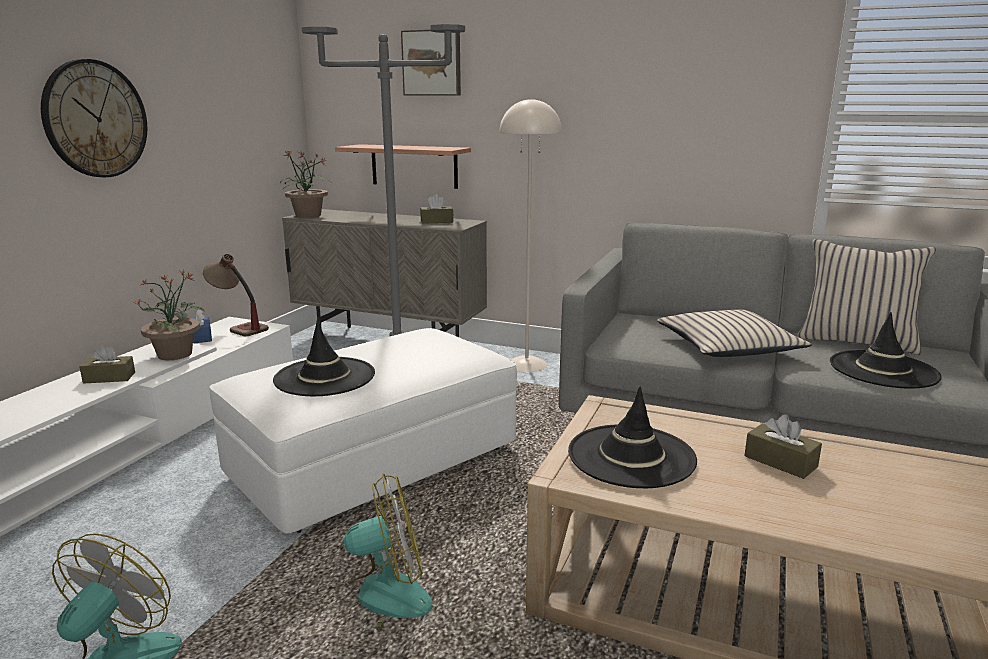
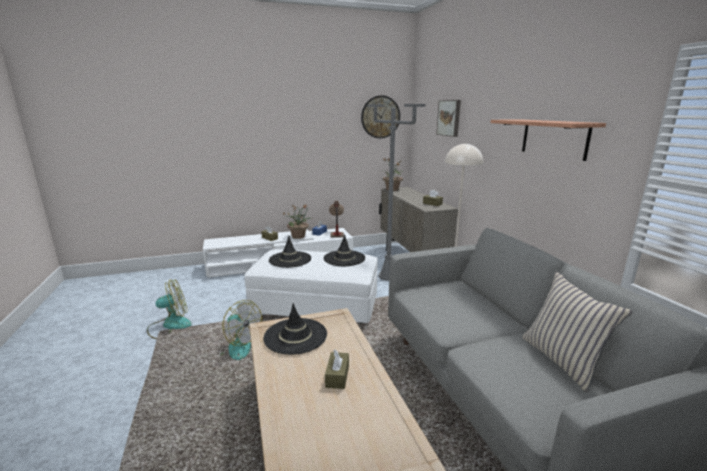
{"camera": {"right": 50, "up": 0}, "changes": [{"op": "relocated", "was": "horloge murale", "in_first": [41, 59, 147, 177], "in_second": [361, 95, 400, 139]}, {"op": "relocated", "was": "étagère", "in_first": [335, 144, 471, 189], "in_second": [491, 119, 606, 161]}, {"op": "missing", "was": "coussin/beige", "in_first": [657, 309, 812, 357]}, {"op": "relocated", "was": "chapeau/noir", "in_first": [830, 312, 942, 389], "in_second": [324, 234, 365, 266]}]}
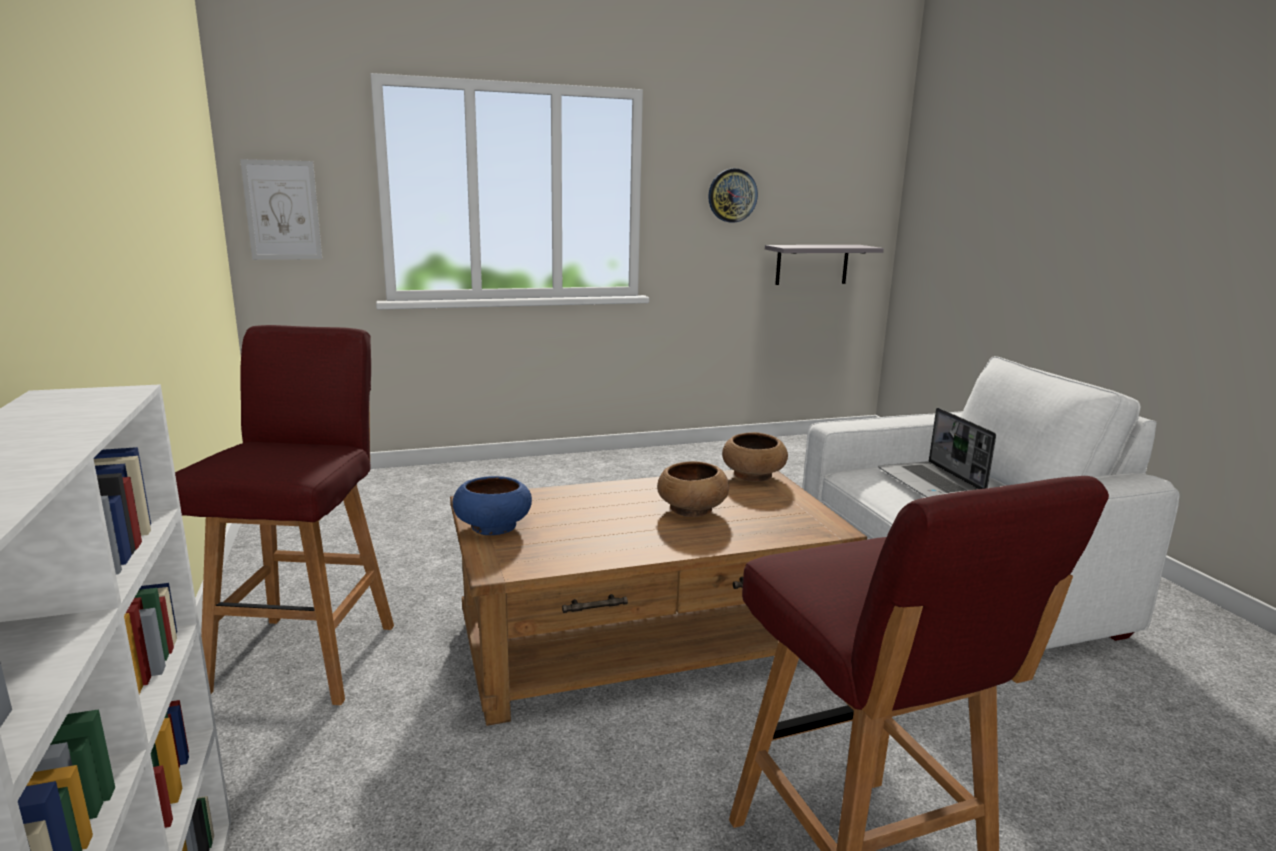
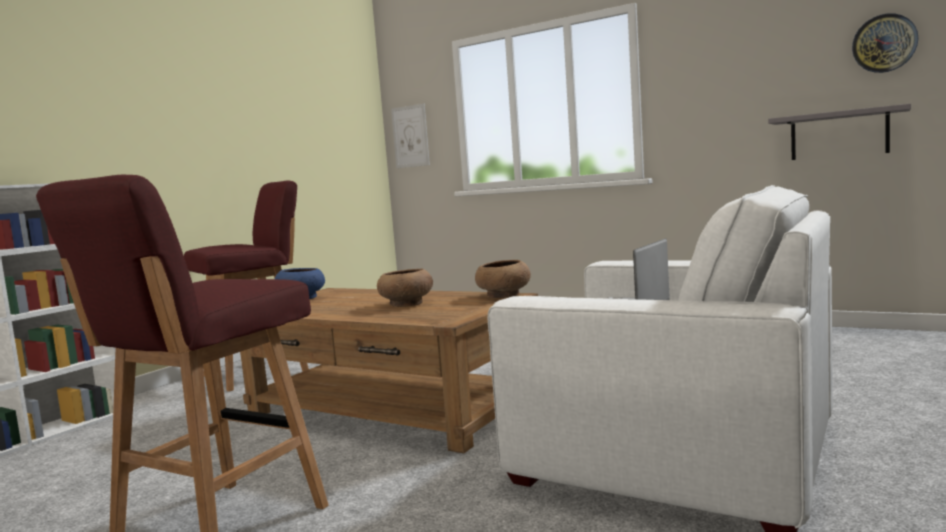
{"camera": {"right": 50, "up": -10}, "changes": [{"op": "relocated", "was": "horloge murale", "in_first": [708, 169, 758, 223], "in_second": [852, 13, 918, 73]}]}
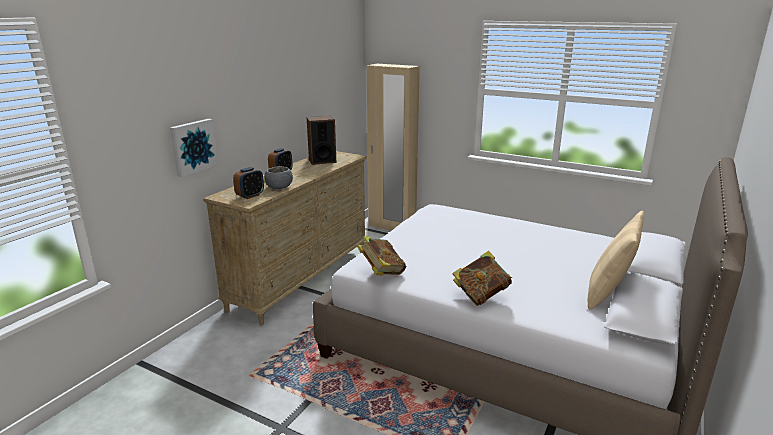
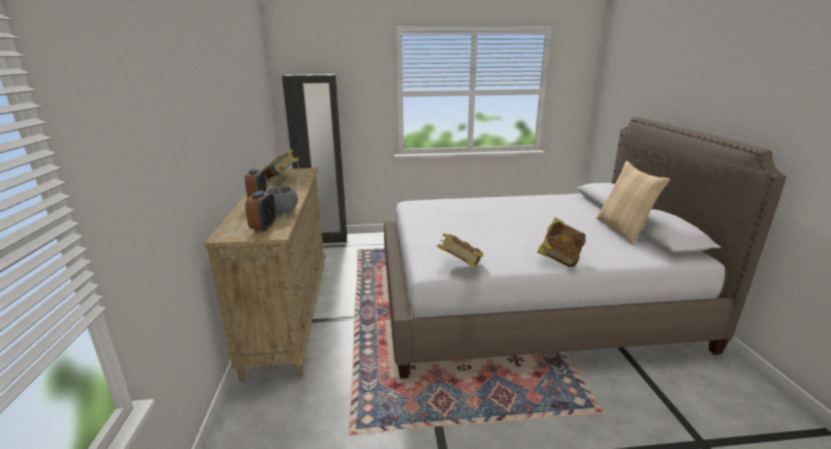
{"camera": {"right": -35, "up": 0}, "changes": [{"op": "colour", "was": "armoire/beige", "now": "armoire/noir", "in_first": [367, 64, 420, 231], "in_second": [282, 74, 347, 243]}, {"op": "exchanged", "was": "enceinte", "now": "livre", "in_first": [307, 116, 336, 165], "in_second": [262, 149, 299, 180]}, {"op": "missing", "was": "tableau", "in_first": [170, 119, 218, 177]}]}
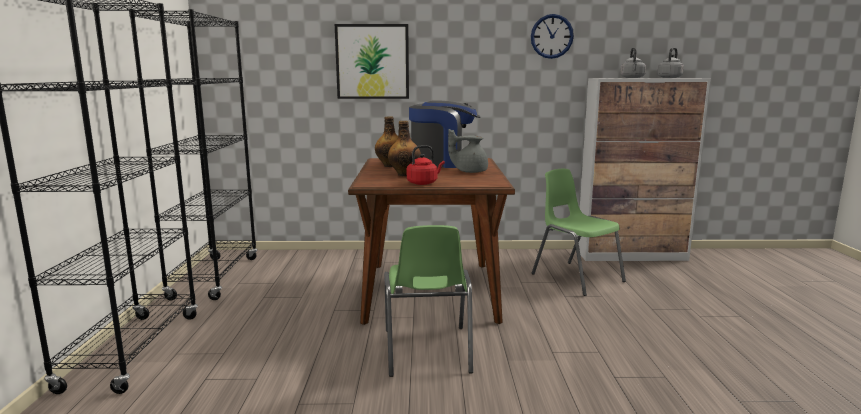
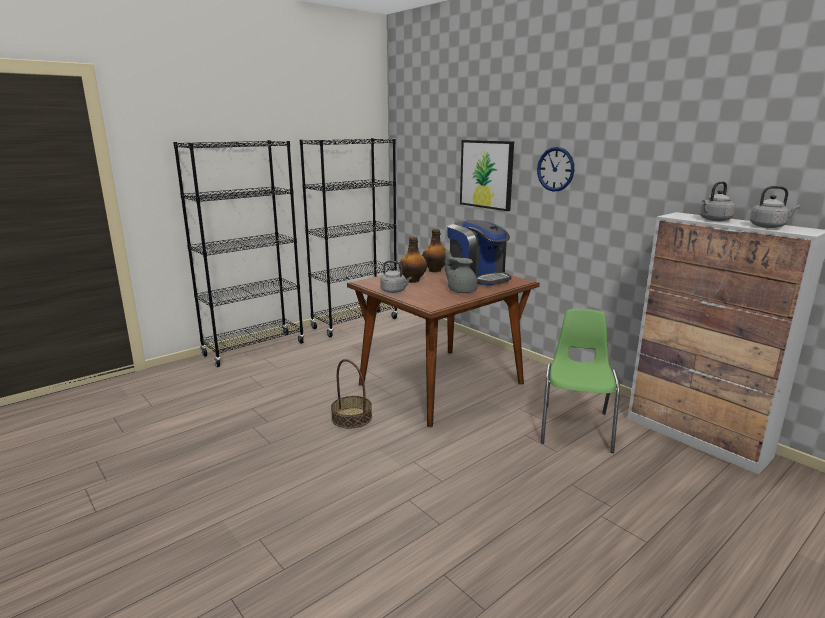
{"camera": {"right": 50, "up": 5}, "changes": [{"op": "relocated", "was": "horloge murale", "in_first": [531, 14, 574, 59], "in_second": [537, 147, 574, 192]}, {"op": "colour", "was": "bouilloire/rouge", "now": "bouilloire/gris", "in_first": [407, 145, 445, 185], "in_second": [380, 261, 412, 293]}, {"op": "exchanged", "was": "chaise/vert", "now": "panier", "in_first": [384, 225, 473, 377], "in_second": [331, 359, 372, 428]}]}
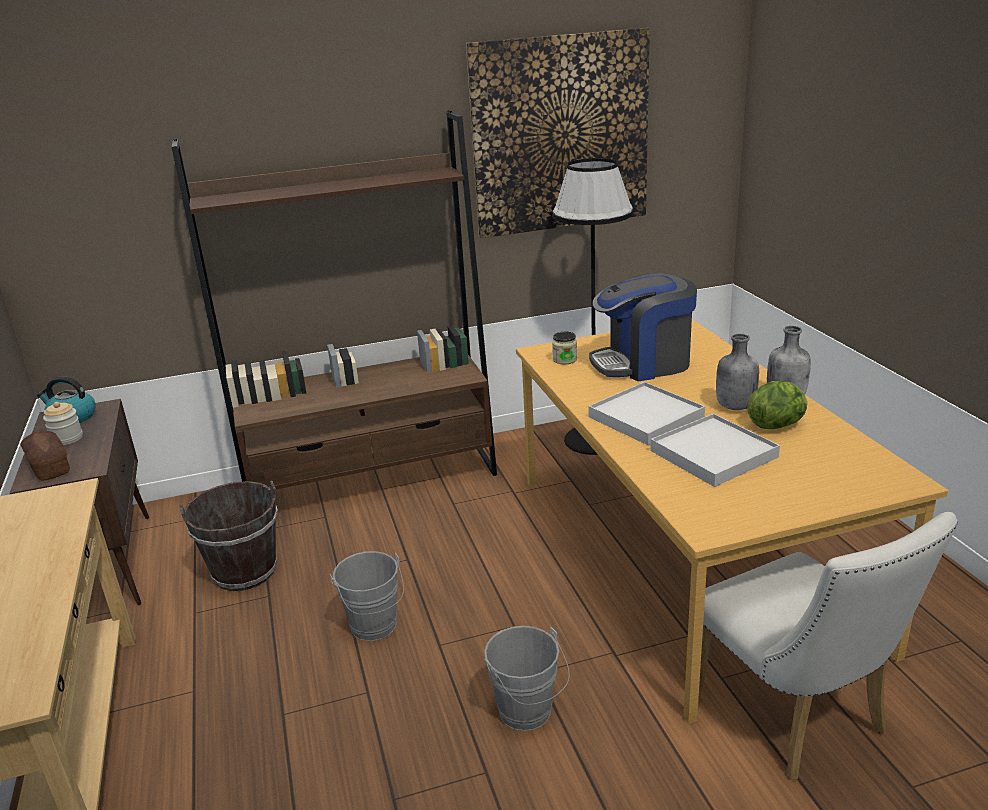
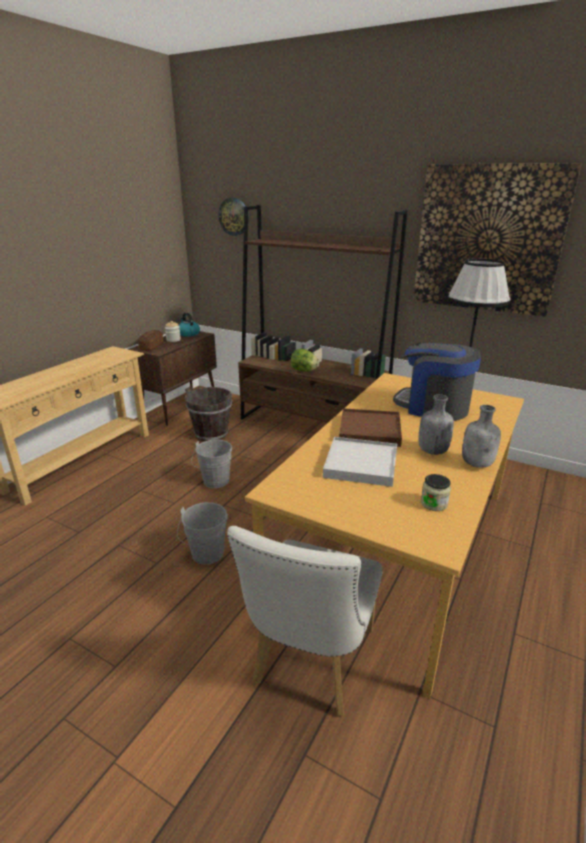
{"camera": {"right": 45, "up": 0}, "changes": [{"op": "relocated", "was": "bocal", "in_first": [552, 332, 577, 364], "in_second": [421, 474, 451, 511]}, {"op": "relocated", "was": "laitue", "in_first": [747, 381, 807, 429], "in_second": [291, 349, 319, 372]}, {"op": "colour", "was": "plateau/blanc", "now": "plateau/marron", "in_first": [588, 382, 705, 445], "in_second": [339, 408, 402, 447]}, {"op": "appeared", "now": "horloge murale", "in_second": [218, 198, 249, 236]}]}
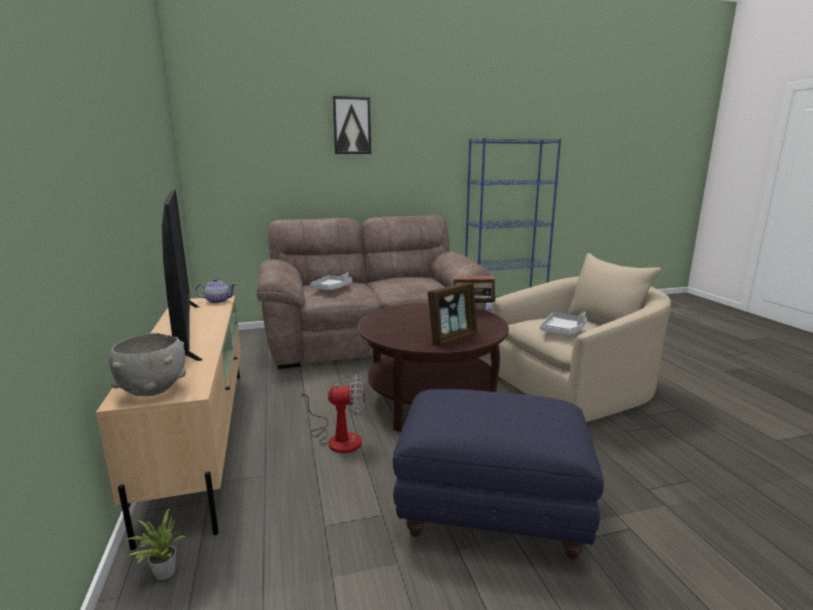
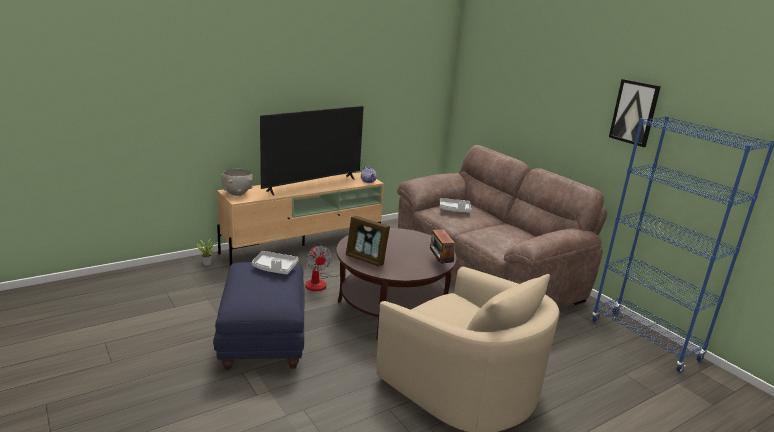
{"camera": {"right": 70, "up": 5}, "changes": [{"op": "relocated", "was": "tableau", "in_first": [332, 96, 371, 154], "in_second": [609, 79, 661, 147]}, {"op": "relocated", "was": "plateau/gris", "in_first": [540, 312, 587, 335], "in_second": [252, 251, 299, 274]}]}
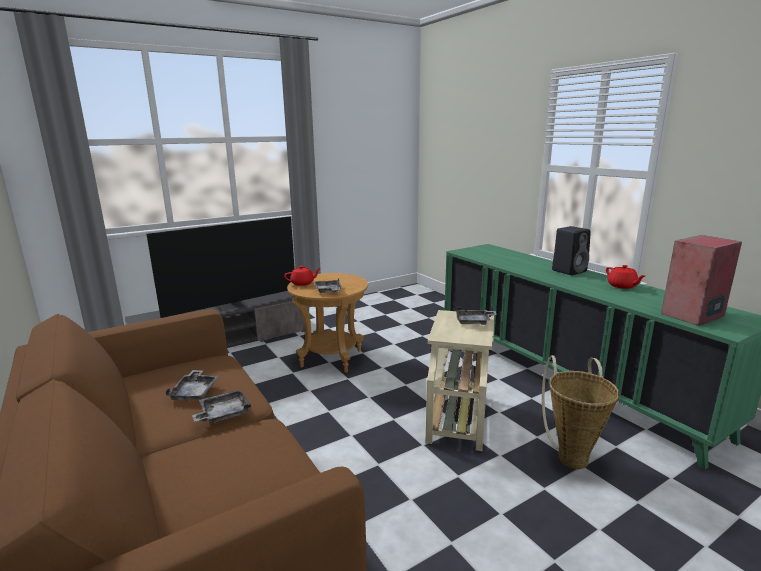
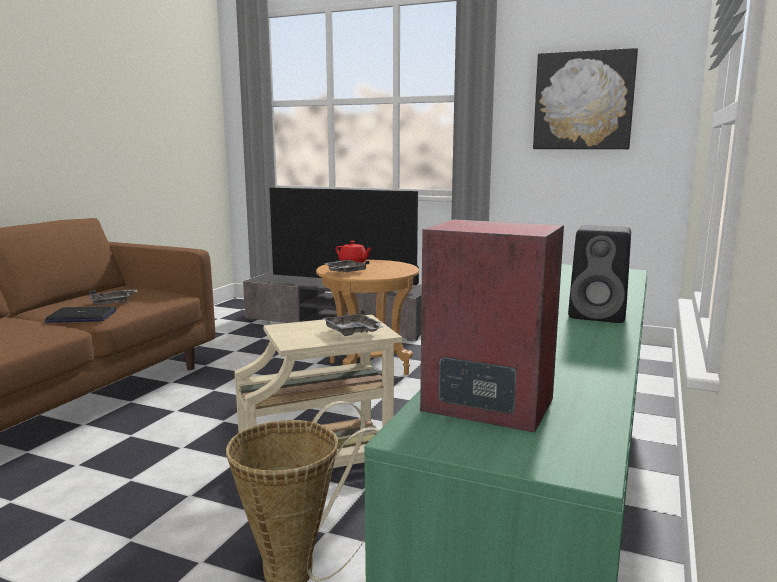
{"camera": {"right": 55, "up": -5}, "changes": [{"op": "missing", "was": "théière/rouge", "in_first": [606, 265, 645, 289]}, {"op": "exchanged", "was": "plateau/gris", "now": "ordinateur portable", "in_first": [192, 389, 251, 423], "in_second": [44, 306, 116, 323]}, {"op": "appeared", "now": "tableau", "in_second": [533, 48, 638, 149]}]}
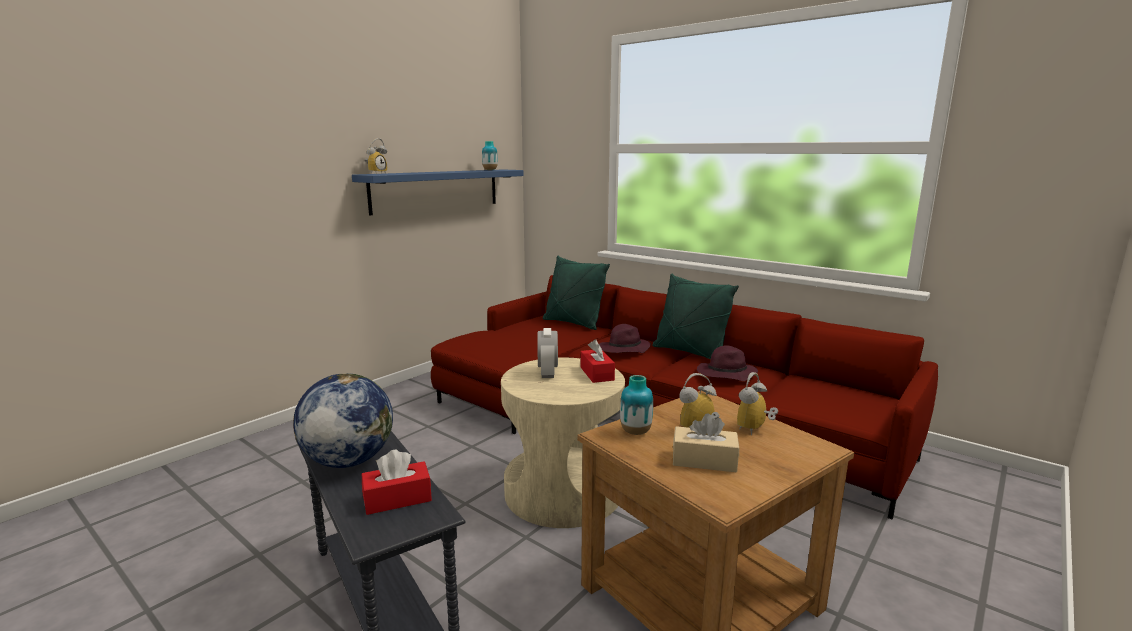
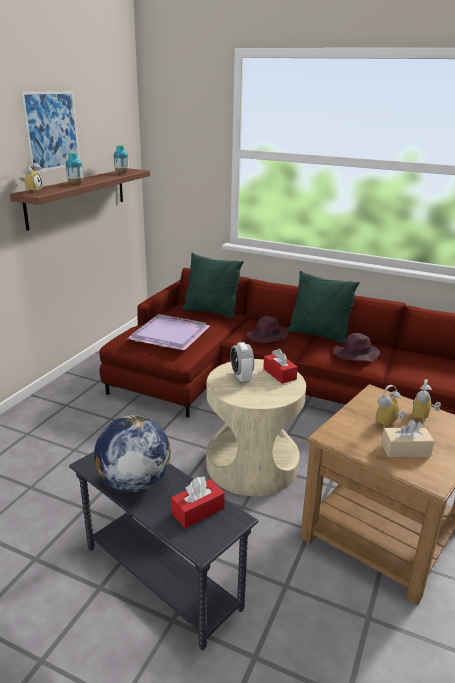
{"camera": {"right": -15, "up": 10}, "changes": [{"op": "colour", "was": "étagère/bleu", "now": "étagère/marron", "in_first": [352, 169, 524, 215], "in_second": [10, 169, 150, 231]}, {"op": "relocated", "was": "vase", "in_first": [620, 375, 653, 435], "in_second": [66, 153, 83, 184]}, {"op": "appeared", "now": "tableau", "in_second": [20, 91, 80, 172]}, {"op": "appeared", "now": "plateau/violet", "in_second": [127, 314, 210, 351]}]}
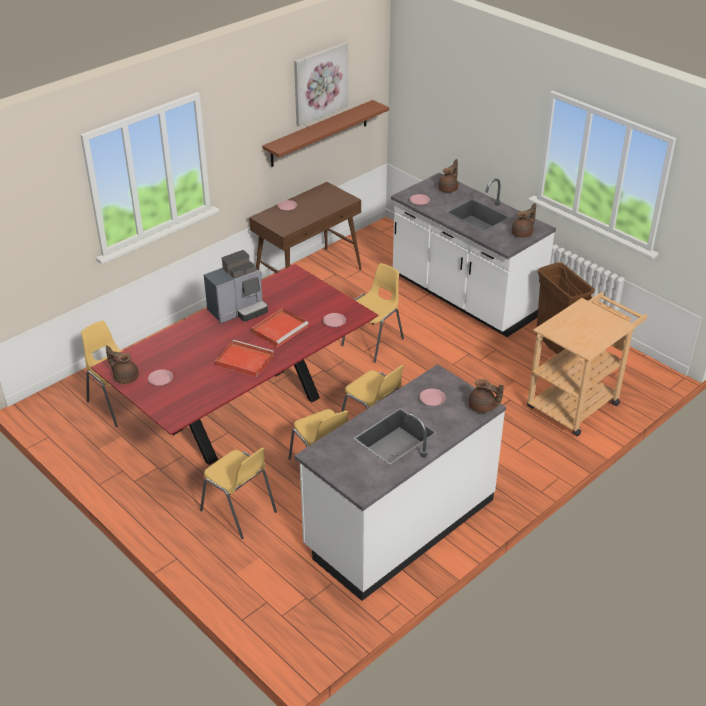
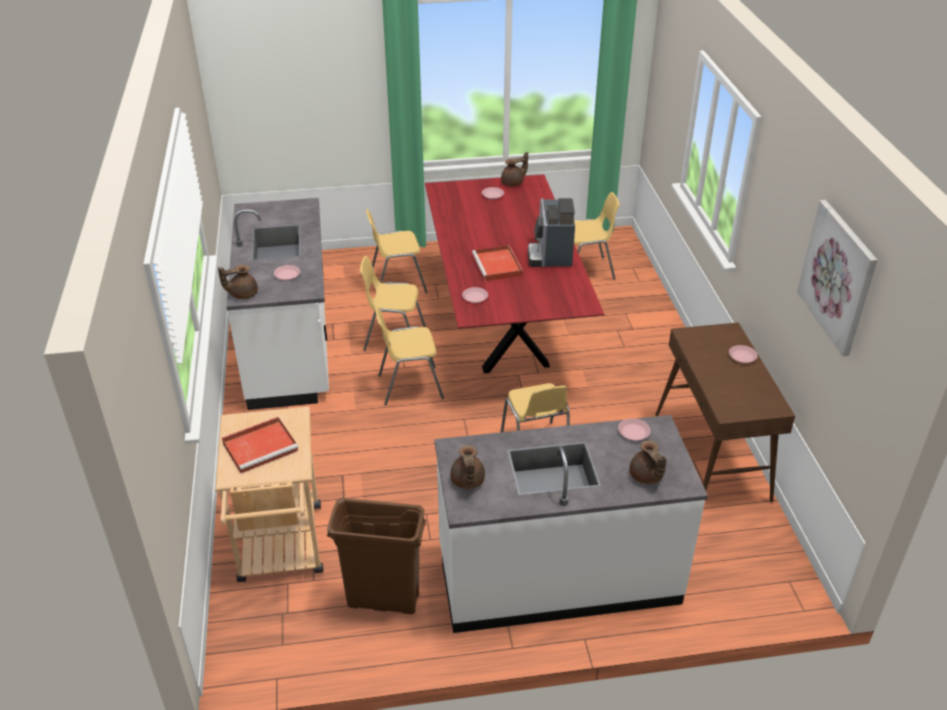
{"camera": {"right": 125, "up": 0}, "changes": [{"op": "missing", "was": "étagère/marron", "in_first": [262, 100, 389, 167]}, {"op": "relocated", "was": "plateau/rouge", "in_first": [215, 340, 274, 378], "in_second": [222, 417, 298, 473]}]}
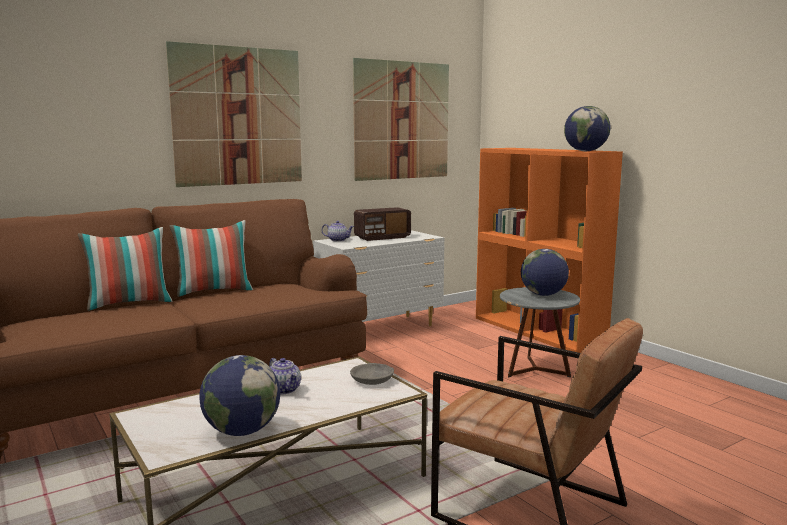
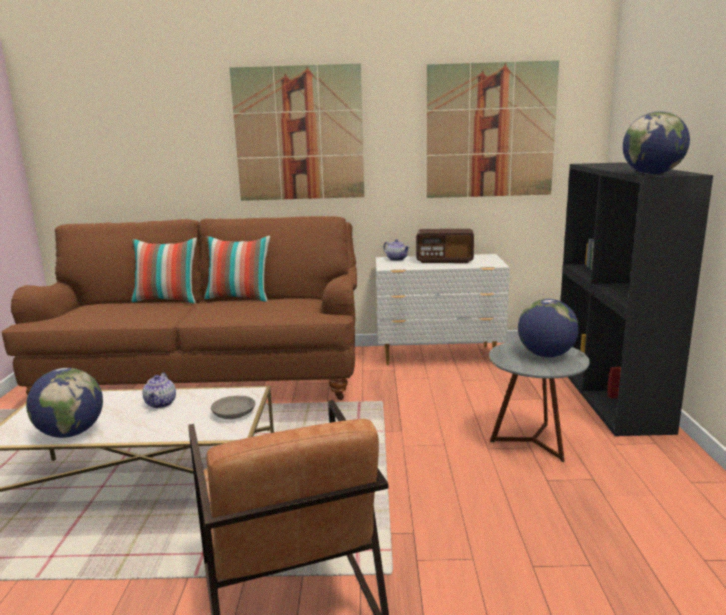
{"camera": {"right": 35, "up": 5}, "changes": [{"op": "colour", "was": "bibliothèque/orange", "now": "bibliothèque/noir", "in_first": [476, 148, 623, 353], "in_second": [560, 162, 713, 436]}]}
